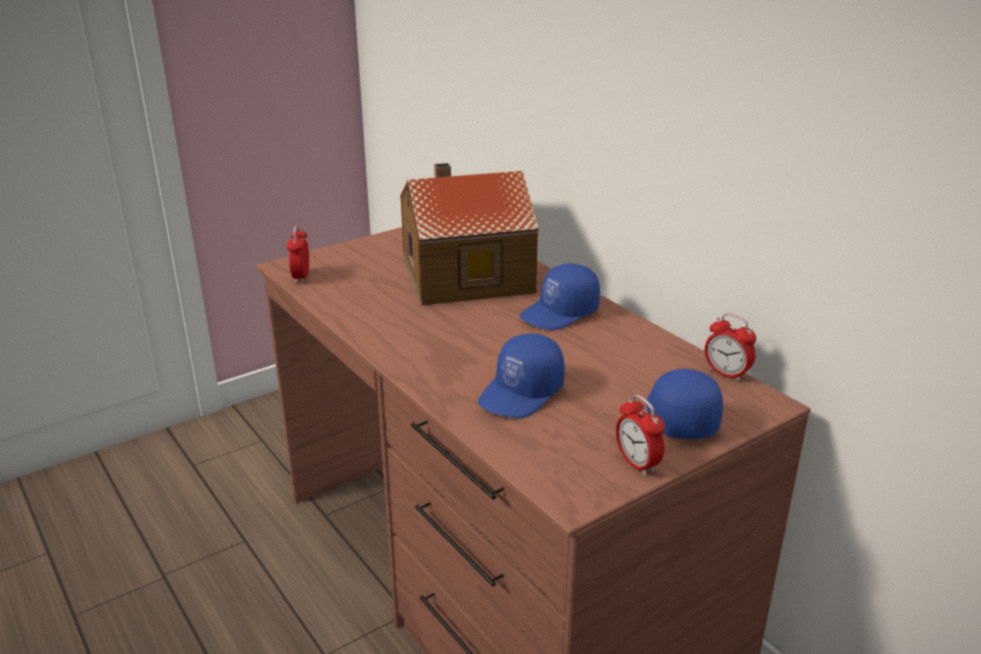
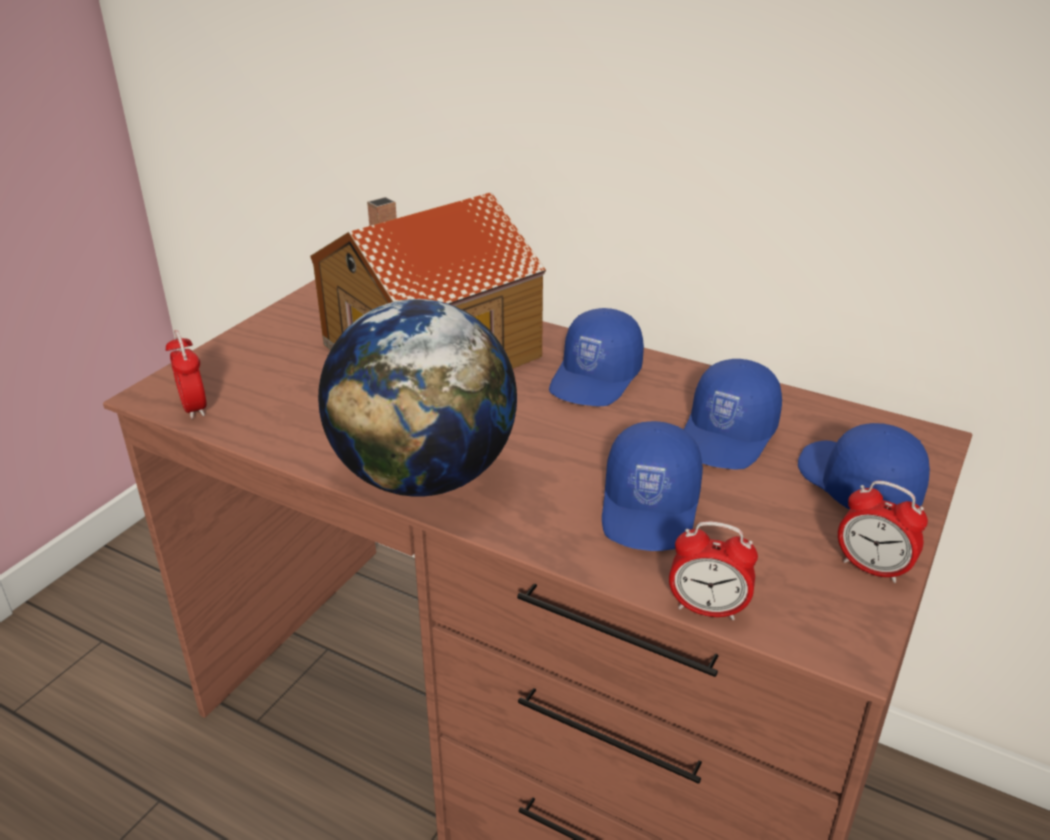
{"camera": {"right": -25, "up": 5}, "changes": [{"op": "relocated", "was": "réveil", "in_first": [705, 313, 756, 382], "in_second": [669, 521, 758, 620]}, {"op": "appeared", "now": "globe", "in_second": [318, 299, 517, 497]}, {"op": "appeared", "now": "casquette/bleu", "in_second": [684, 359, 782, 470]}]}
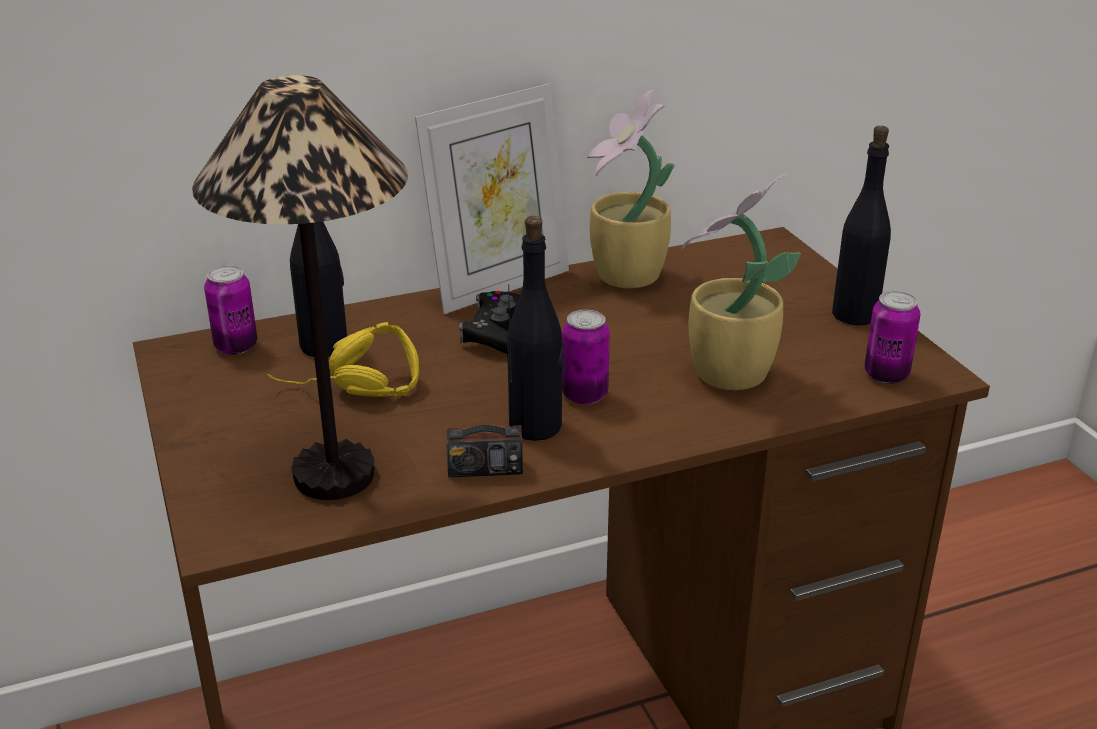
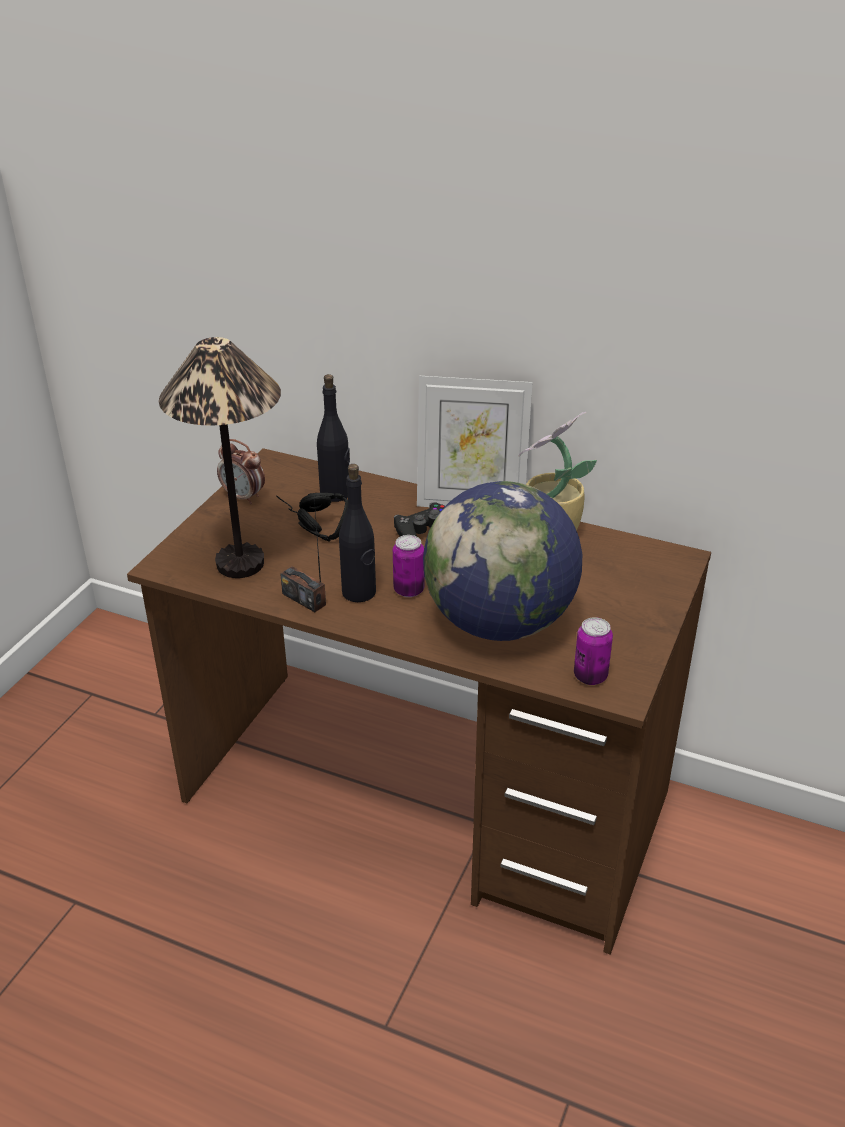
{"camera": {"right": 45, "up": 5}, "changes": [{"op": "missing", "was": "bouteille/noir", "in_first": [832, 126, 891, 325]}, {"op": "exchanged", "was": "plante en pot", "now": "globe", "in_first": [681, 174, 801, 390], "in_second": [423, 481, 582, 641]}, {"op": "missing", "was": "boîte métallique", "in_first": [204, 265, 257, 355]}, {"op": "colour", "was": "casque audio/jaune", "now": "casque audio/noir", "in_first": [267, 322, 419, 397], "in_second": [276, 493, 348, 542]}, {"op": "appeared", "now": "réveil", "in_second": [217, 439, 265, 504]}]}
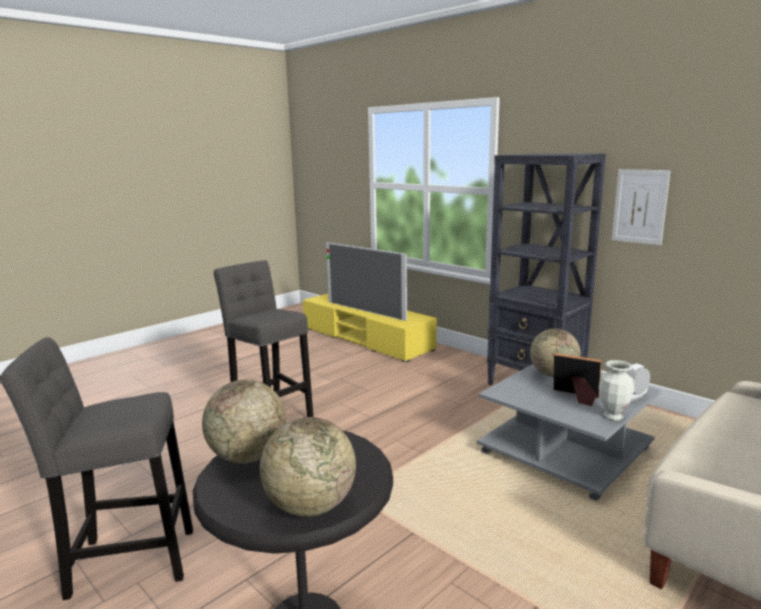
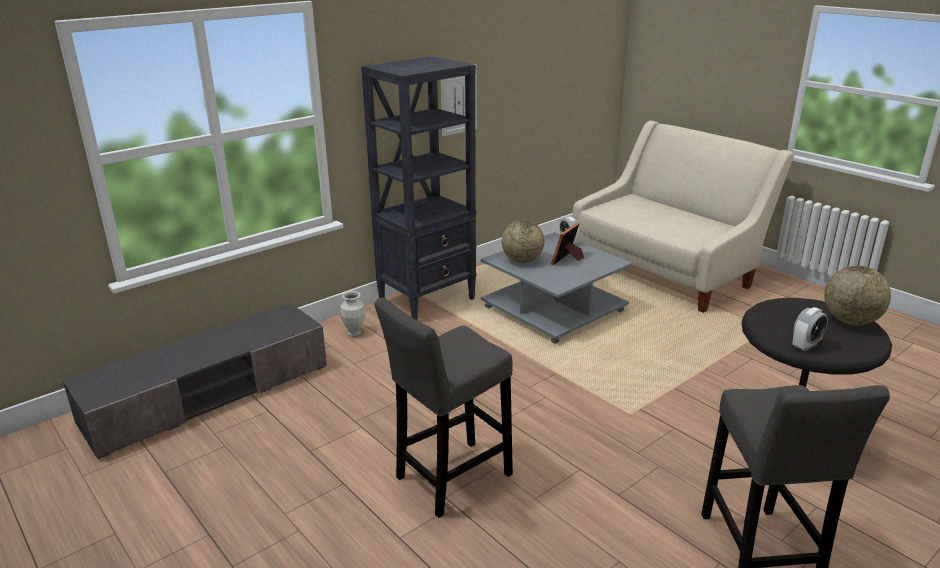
{"camera": {"right": -85, "up": 10}, "changes": [{"op": "missing", "was": "téléviseur", "in_first": [326, 242, 407, 321]}, {"op": "colour", "was": "meuble télé/jaune", "now": "meuble télé/gris", "in_first": [303, 294, 437, 362], "in_second": [63, 303, 327, 459]}, {"op": "relocated", "was": "vase", "in_first": [599, 360, 634, 421], "in_second": [340, 291, 366, 336]}, {"op": "exchanged", "was": "globe", "now": "réveil", "in_first": [202, 380, 286, 464], "in_second": [792, 307, 828, 351]}]}
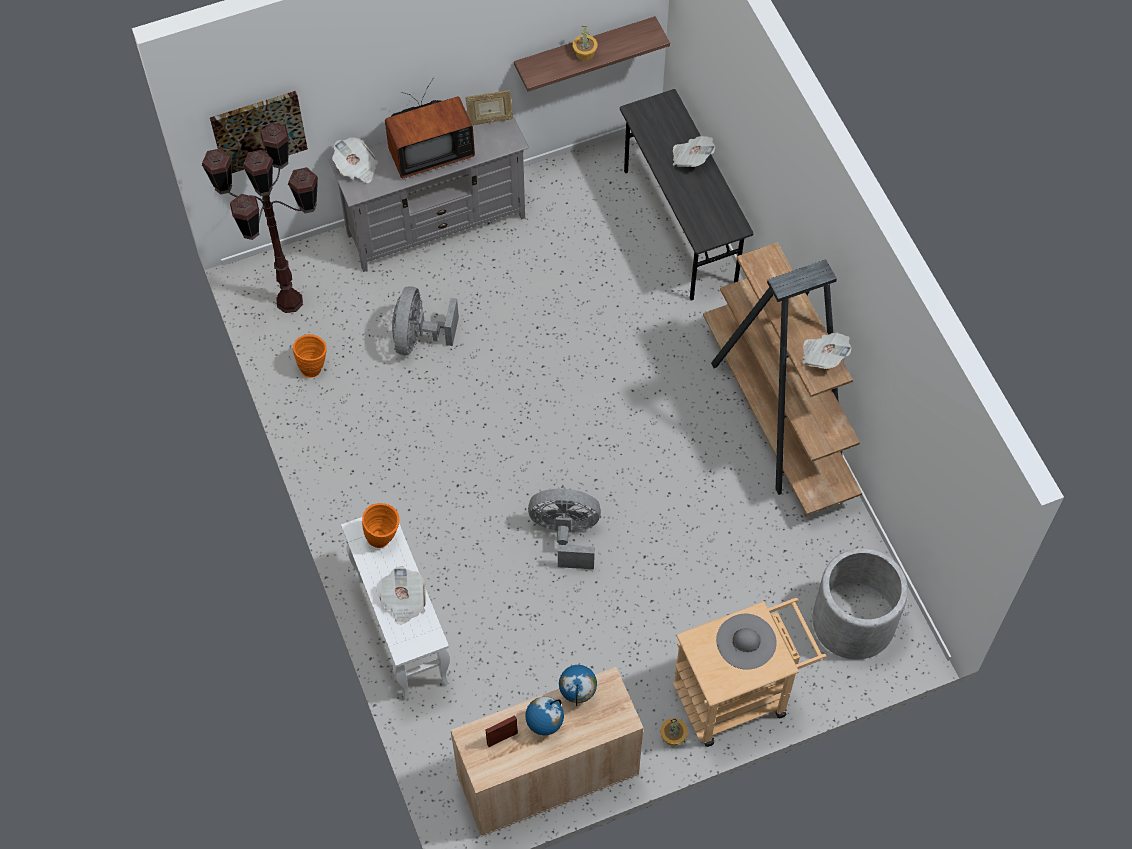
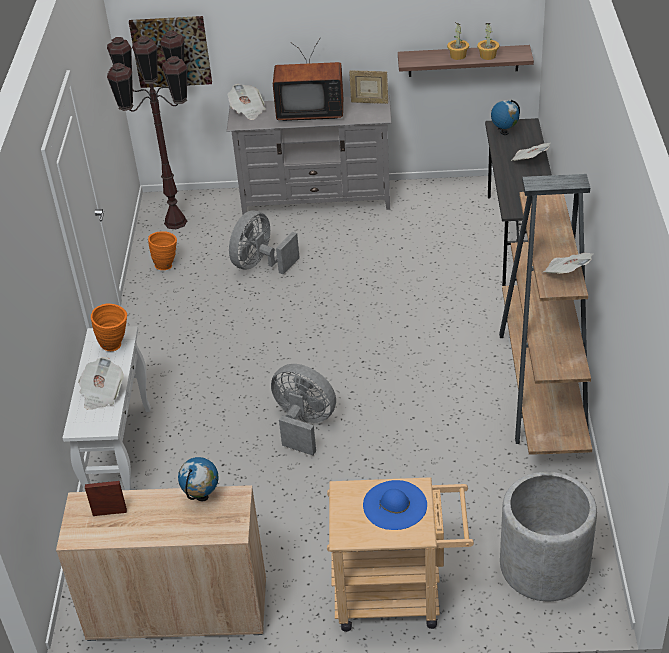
{"camera": {"right": 25, "up": -20}, "changes": [{"op": "colour", "was": "chapeau/gris", "now": "chapeau/bleu", "in_first": [716, 614, 777, 670], "in_second": [363, 480, 427, 530]}, {"op": "relocated", "was": "globe", "in_first": [525, 696, 564, 735], "in_second": [491, 100, 520, 135]}, {"op": "relocated", "was": "plante en pot", "in_first": [660, 718, 688, 746], "in_second": [477, 23, 499, 60]}]}
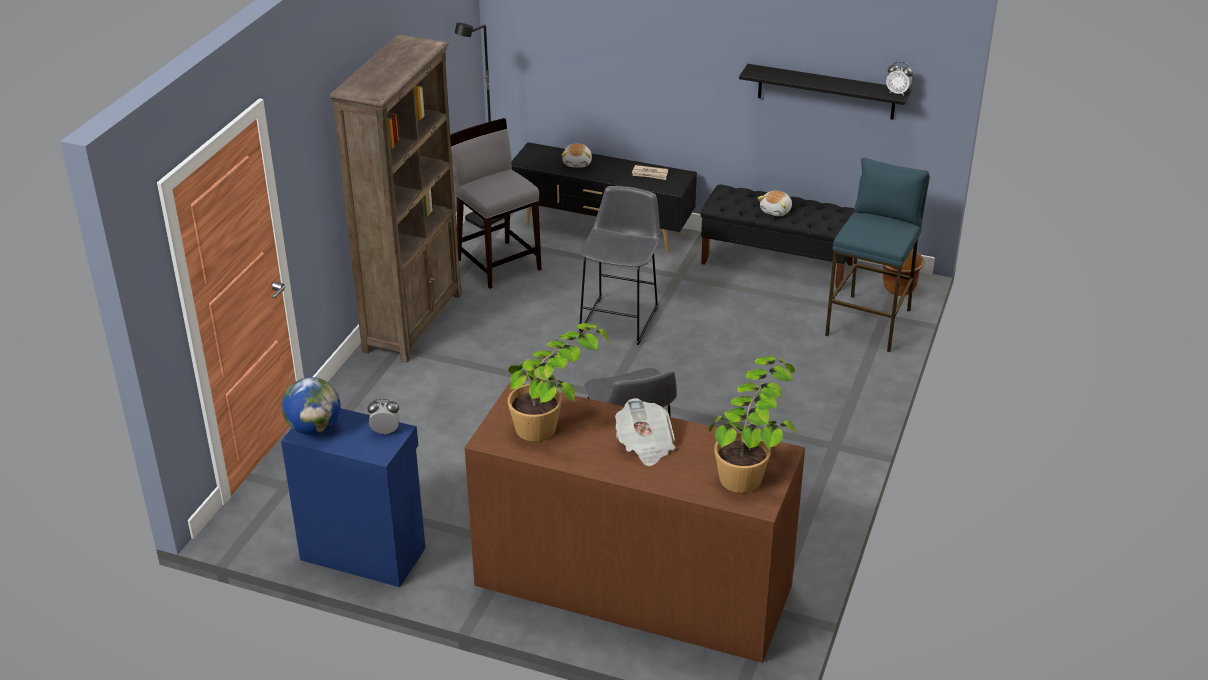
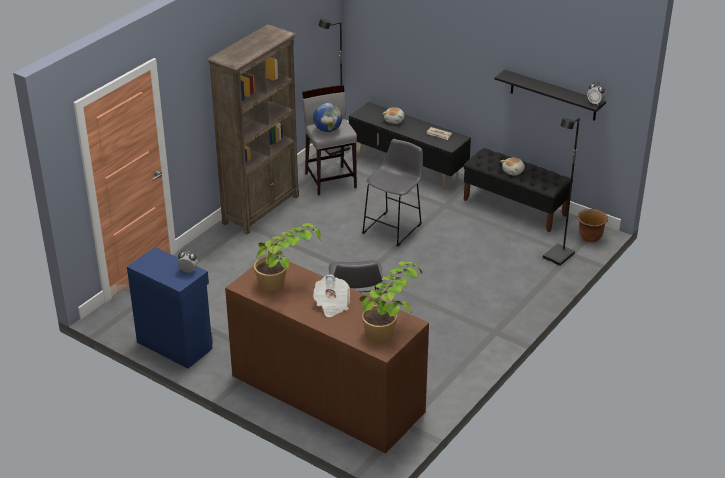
{"camera": {"right": 15, "up": 0}, "changes": [{"op": "exchanged", "was": "tabouret/bleu", "now": "lampadaire/noir", "in_first": [825, 157, 930, 352], "in_second": [543, 117, 580, 266]}, {"op": "relocated", "was": "globe", "in_first": [282, 377, 340, 435], "in_second": [313, 103, 342, 132]}]}
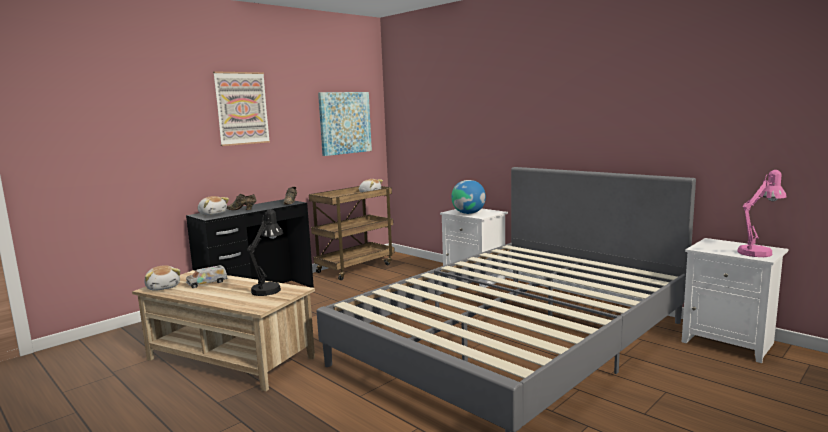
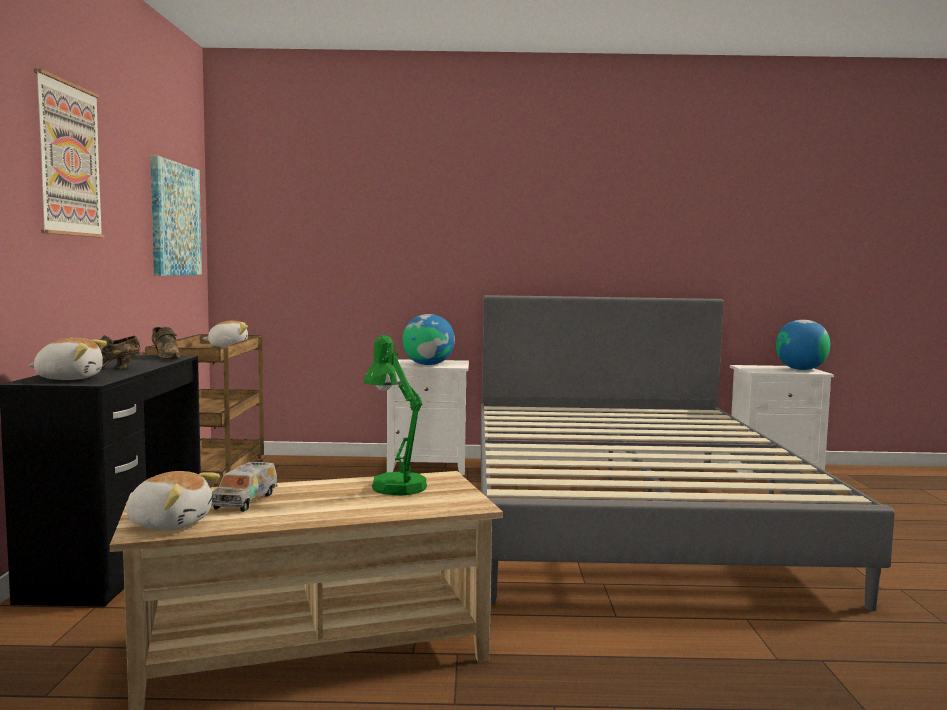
{"camera": {"right": -45, "up": -5}, "changes": [{"op": "exchanged", "was": "lampe de table/rose", "now": "globe", "in_first": [738, 170, 786, 257], "in_second": [776, 320, 830, 370]}, {"op": "colour", "was": "lampe de table/noir", "now": "lampe de table/vert", "in_first": [247, 209, 283, 296], "in_second": [364, 335, 427, 496]}]}
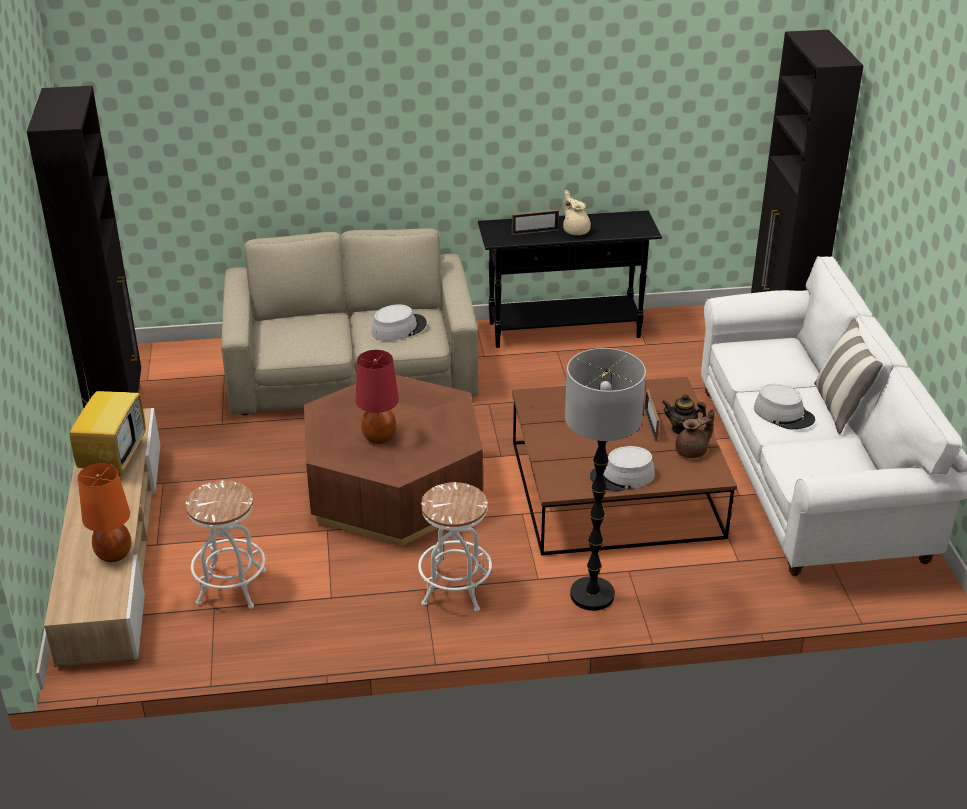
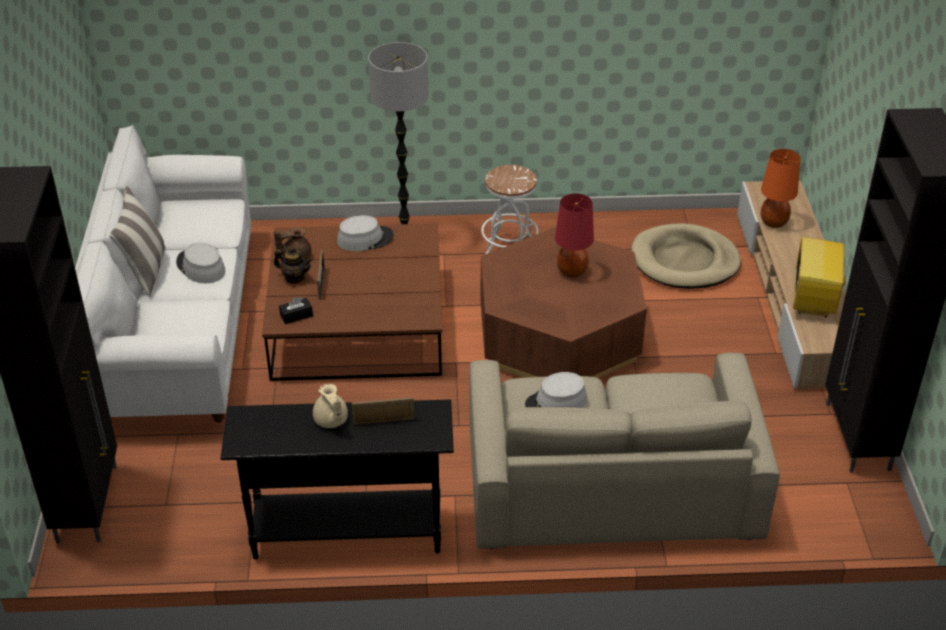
{"camera": {"right": -175, "up": 5}, "changes": [{"op": "exchanged", "was": "tabouret/blanc", "now": "panier pour chien/beige", "in_first": [185, 480, 266, 609], "in_second": [631, 223, 741, 289]}, {"op": "appeared", "now": "boîte à mouchoirs/noir", "in_second": [279, 297, 313, 324]}]}
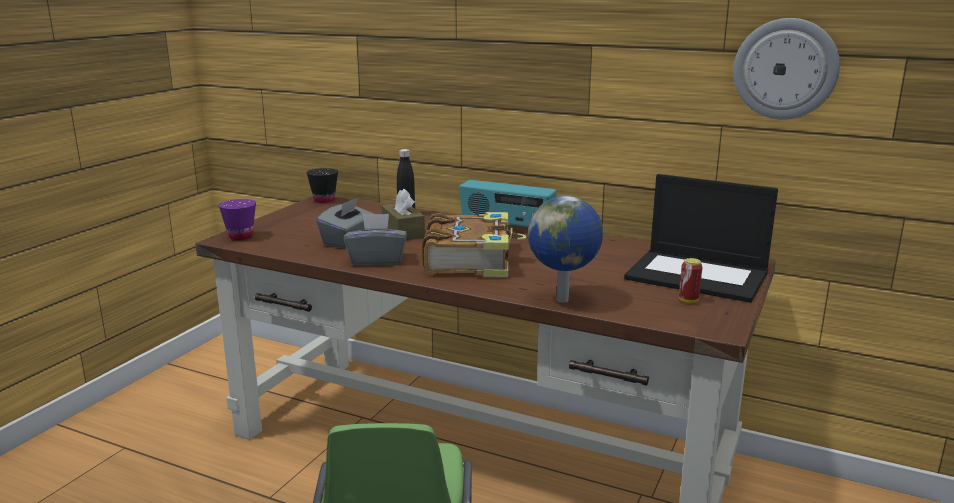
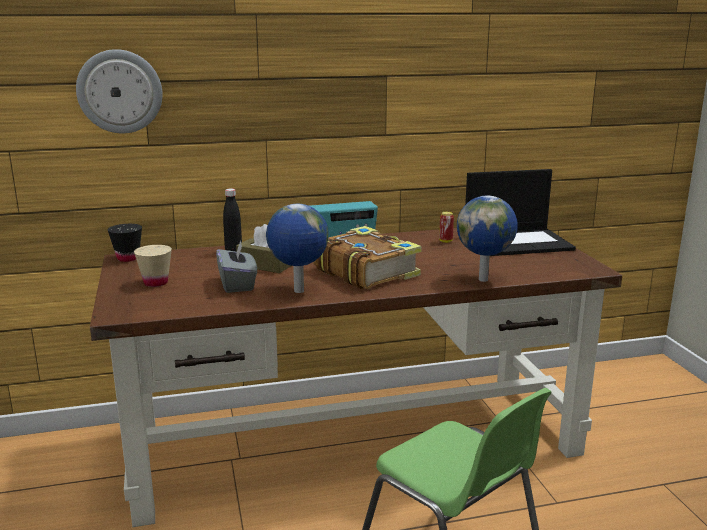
{"camera": {"right": -40, "up": 0}, "changes": [{"op": "relocated", "was": "horloge murale", "in_first": [733, 18, 840, 119], "in_second": [76, 49, 163, 134]}, {"op": "missing", "was": "tasse/violet", "in_first": [218, 199, 256, 240]}, {"op": "exchanged", "was": "boîte à mouchoirs/gris", "now": "globe", "in_first": [344, 214, 407, 265], "in_second": [266, 204, 329, 293]}, {"op": "relocated", "was": "boîte métallique", "in_first": [679, 258, 702, 303], "in_second": [439, 212, 454, 243]}, {"op": "appeared", "now": "tasse/beige", "in_second": [134, 245, 172, 287]}]}
